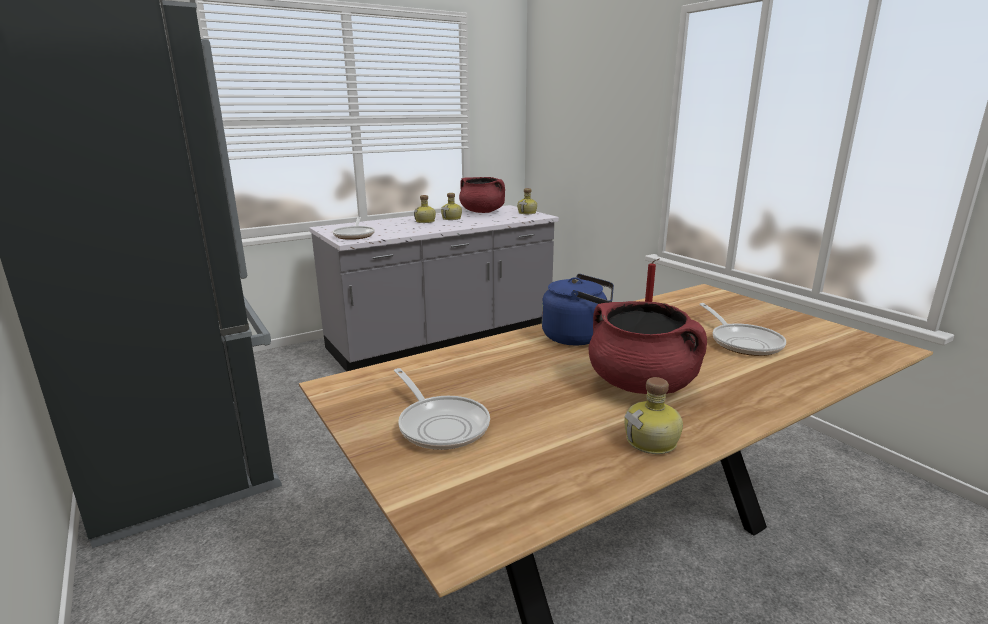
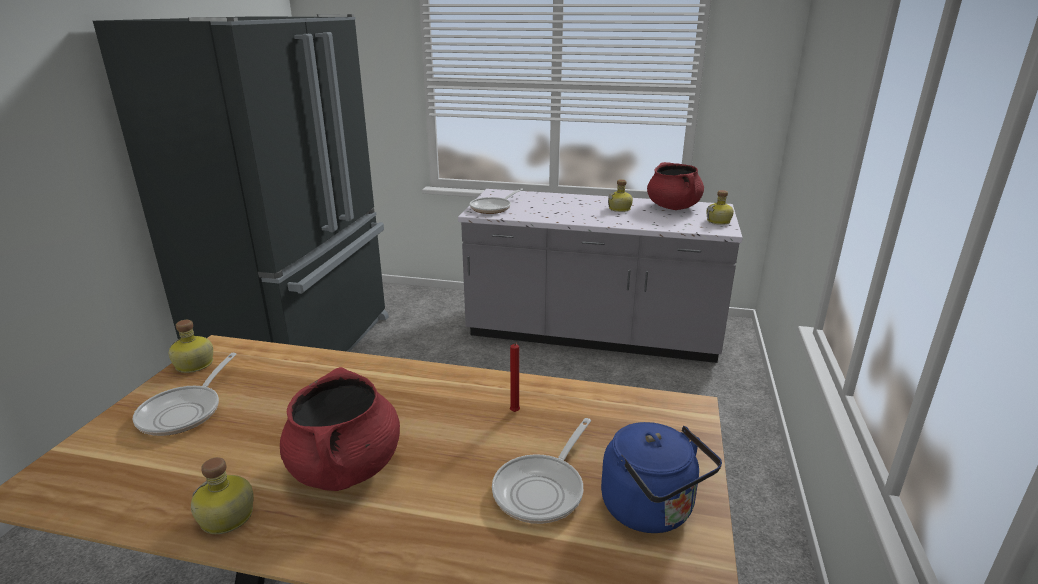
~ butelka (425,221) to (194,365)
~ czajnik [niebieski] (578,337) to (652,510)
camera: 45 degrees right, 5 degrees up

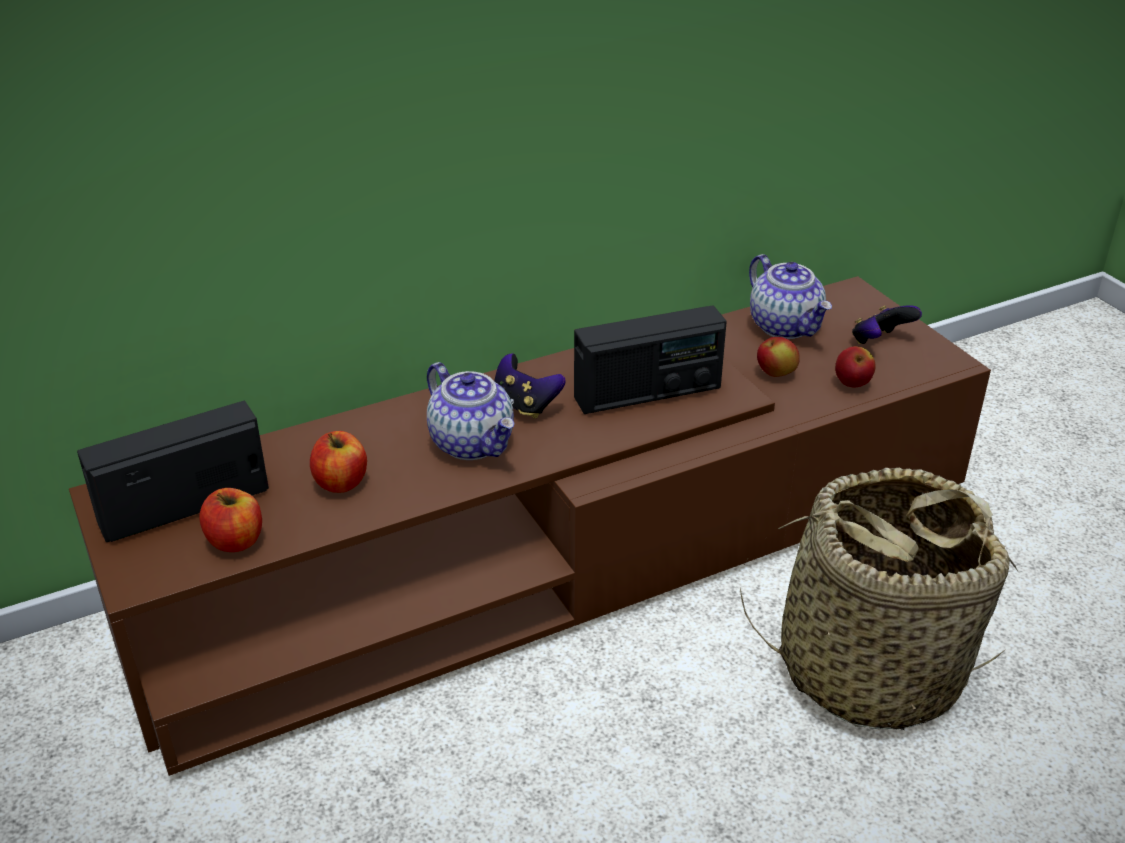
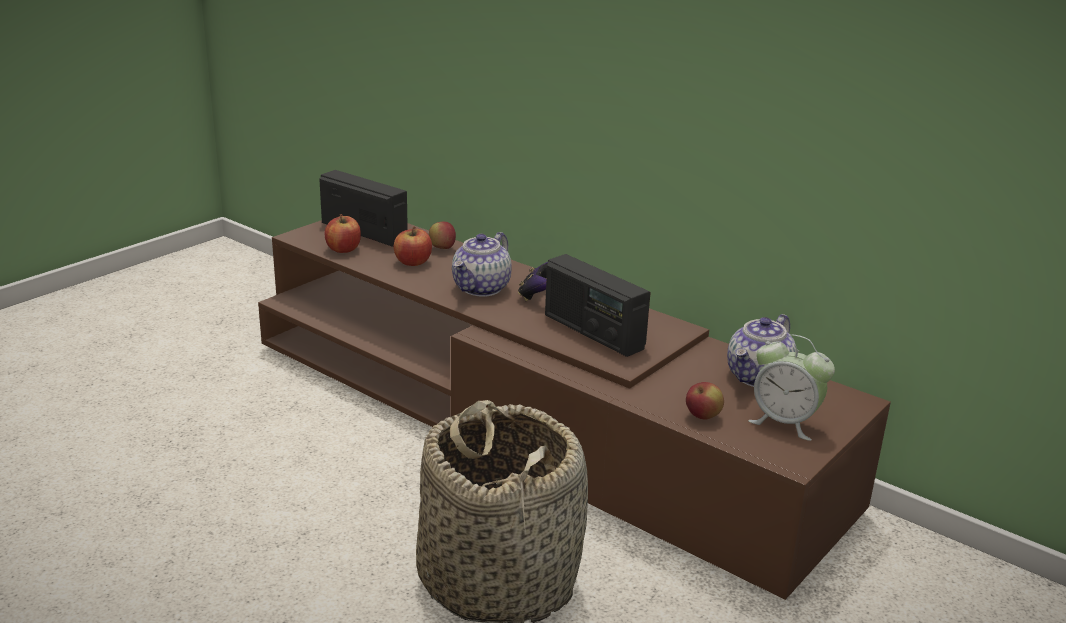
~ jabłko (776,374) to (442,248)
~ pad do gier (879,342) to budzik (784,423)
camera: 65 degrees right, 10 degrees down

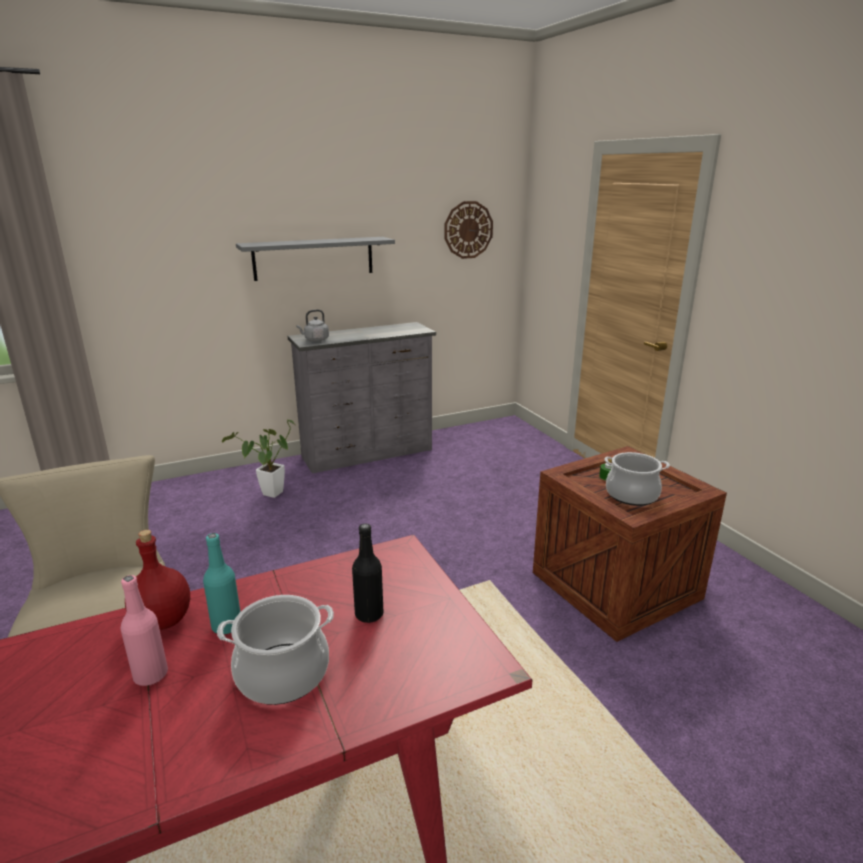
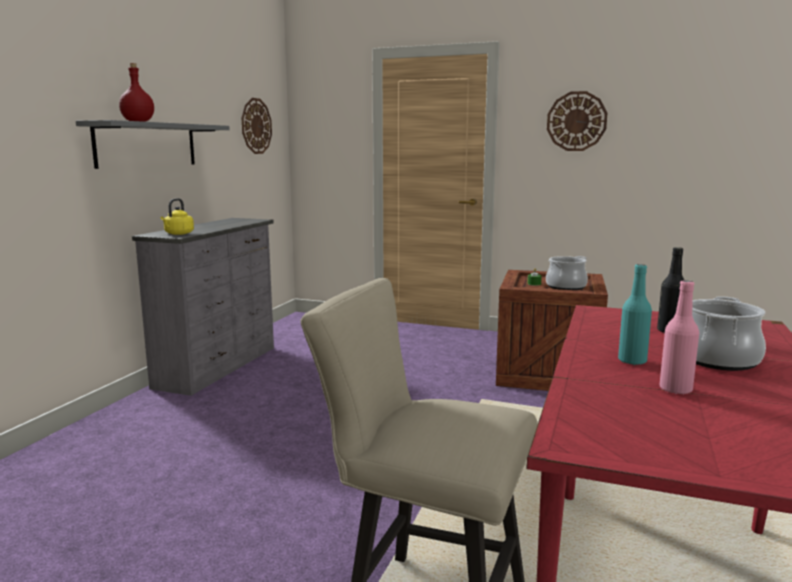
- roślina doniczkowa (269,495)
+ zegar ścienny (576,121)
~ butelka [czerwony] (164,621) to (138,122)
~ czajnik [szary] (315,340) to czajnik [żółty] (178,234)
camera: 45 degrees left, 10 degrees down

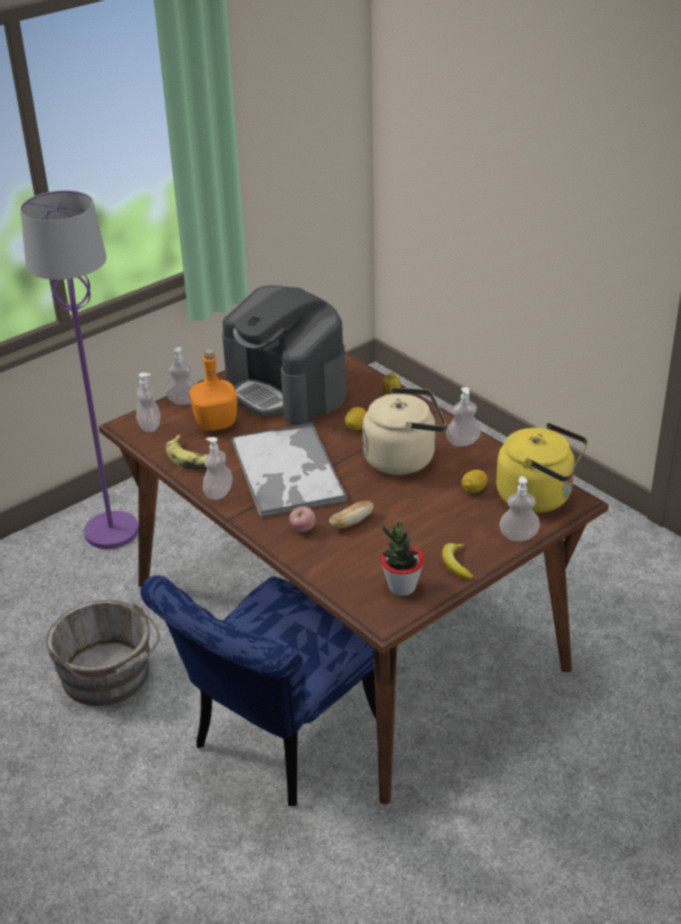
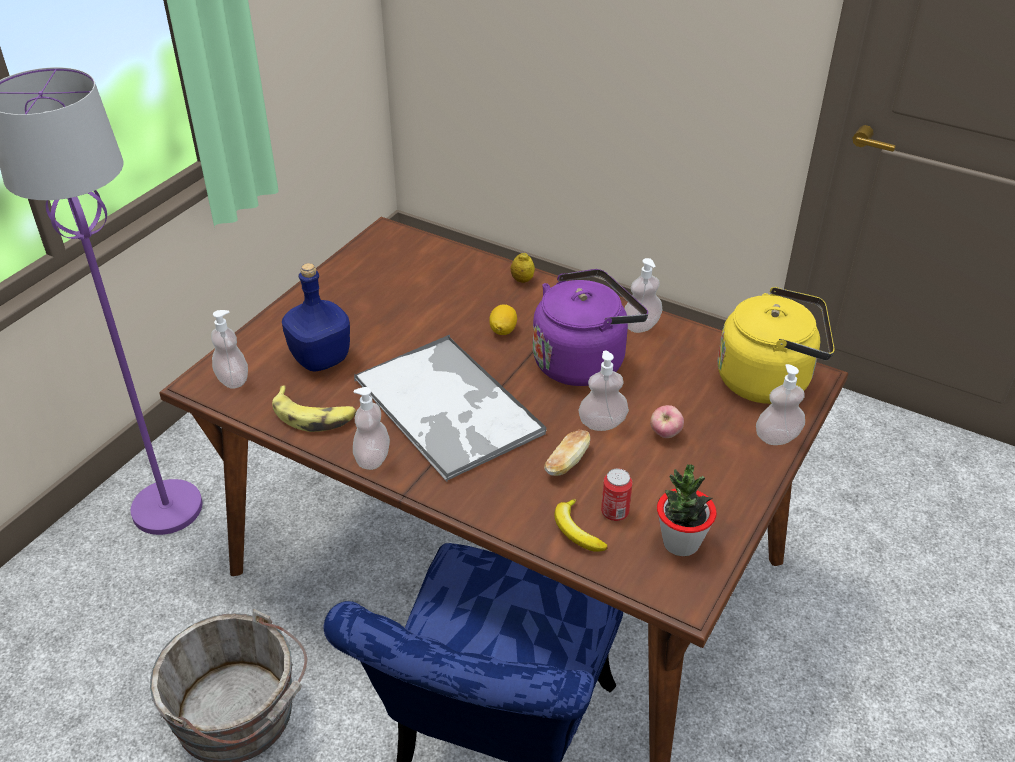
- ekspres do kawy (287,390)
- cytryna (473,490)
+ puszka (615,512)
~ dozownik mydła (183,401) to (602,423)
~ jabłko (303,529) to (665,434)
~ banan (456,564) to (576,531)
~ butelka [pomarańczowy] (216,424) to butelka [niebieski] (321,359)
~ czajnik [beżowy] (404,458) to czajnik [fioletowy] (583,361)
camera: 20 degrees left, 5 degrees up

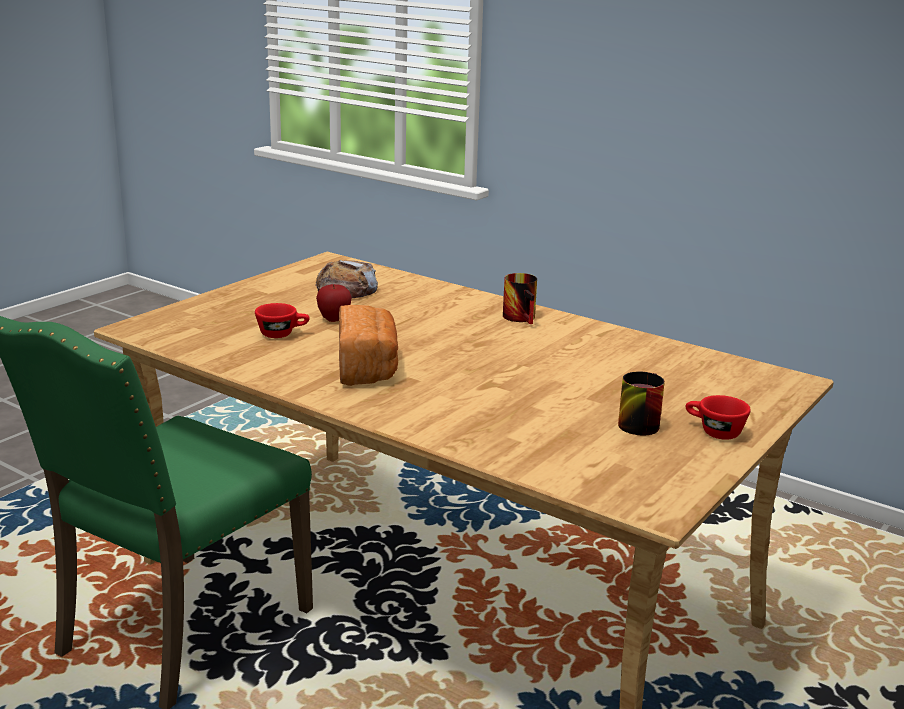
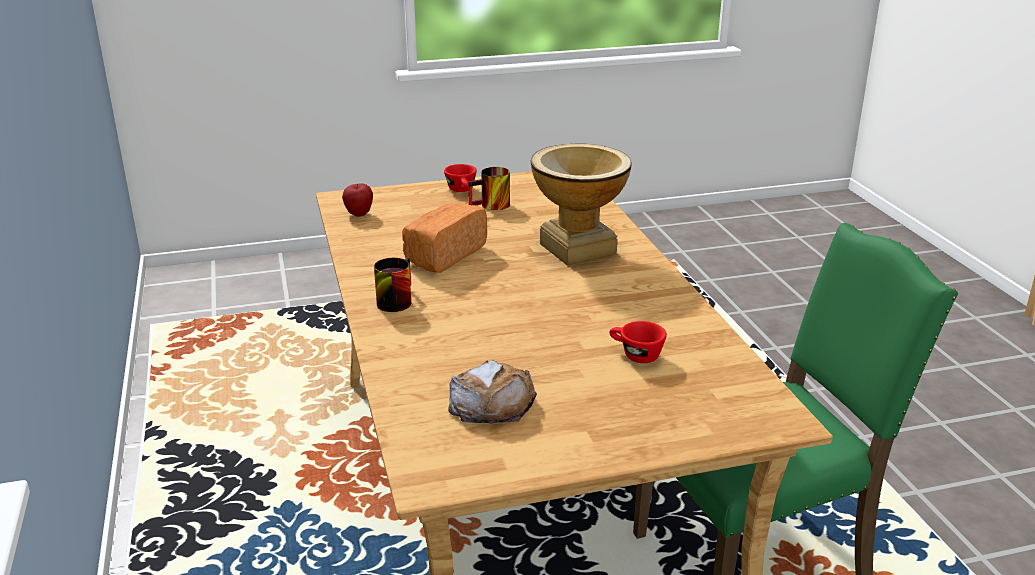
+ wazon (578,249)
~ jabłko (334,319) to (359,214)
~ chleb (368,368) to (443,255)
camera: 140 degrees left, 5 degrees up

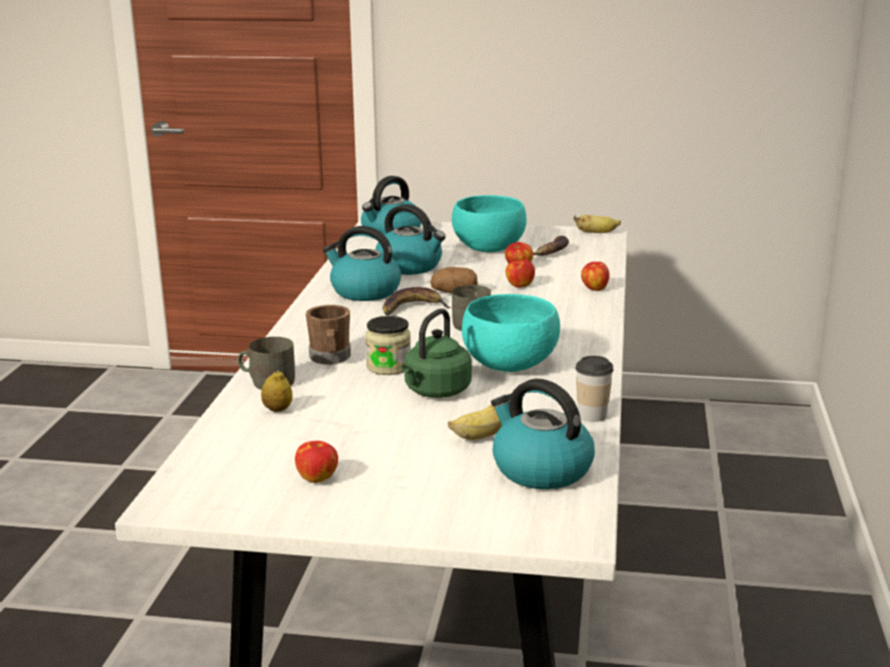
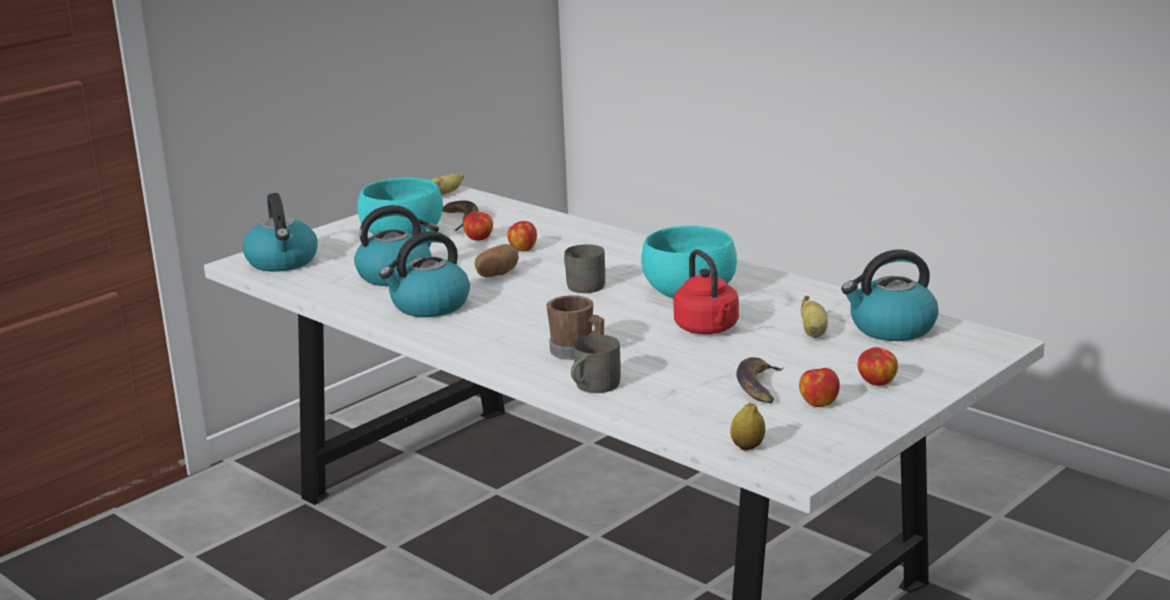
- słoik (388,366)
- filiżanka (592,415)
~ cytryna (277,410) to (747,447)
~ banan (413,308) to (758,386)
~ jabłko (594,288) to (877,383)
~ czajnik [zielony] (435,391) to czajnik [czerwony] (708,329)
camera: 55 degrees left, 0 degrees up

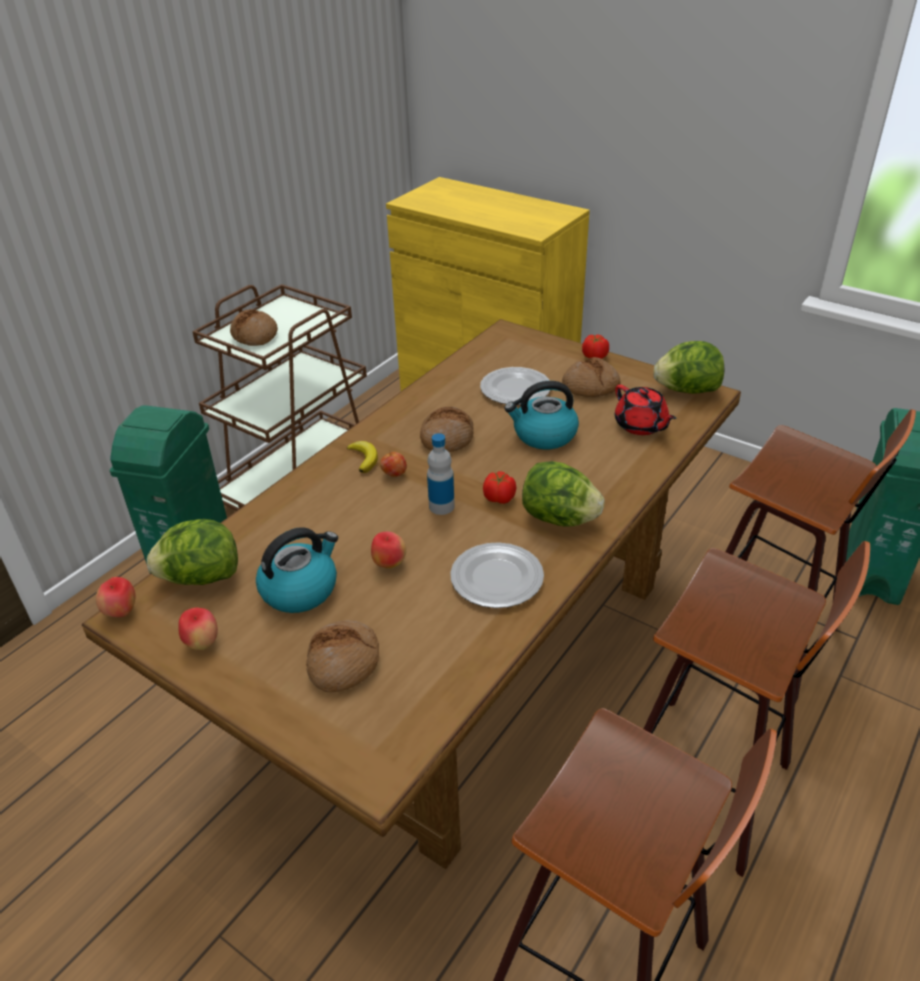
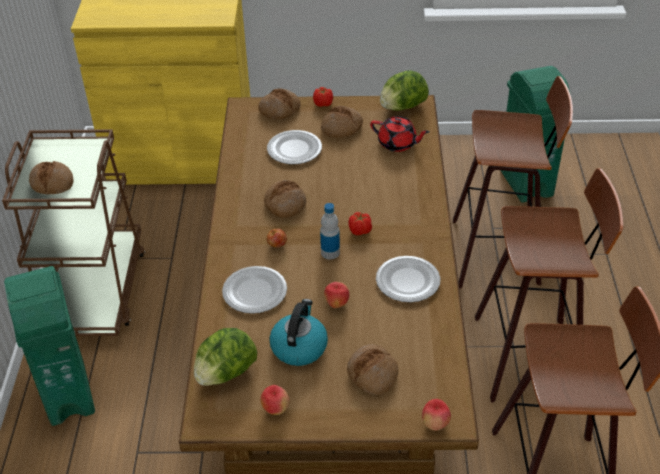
- banan (364,458)
- czajnik (543,435)
- sałata (559,519)
+ talerz (254,292)
+ chleb (279,109)
~ jabłko (121,612) to (435,424)
camera: 35 degrees left, 5 degrees up

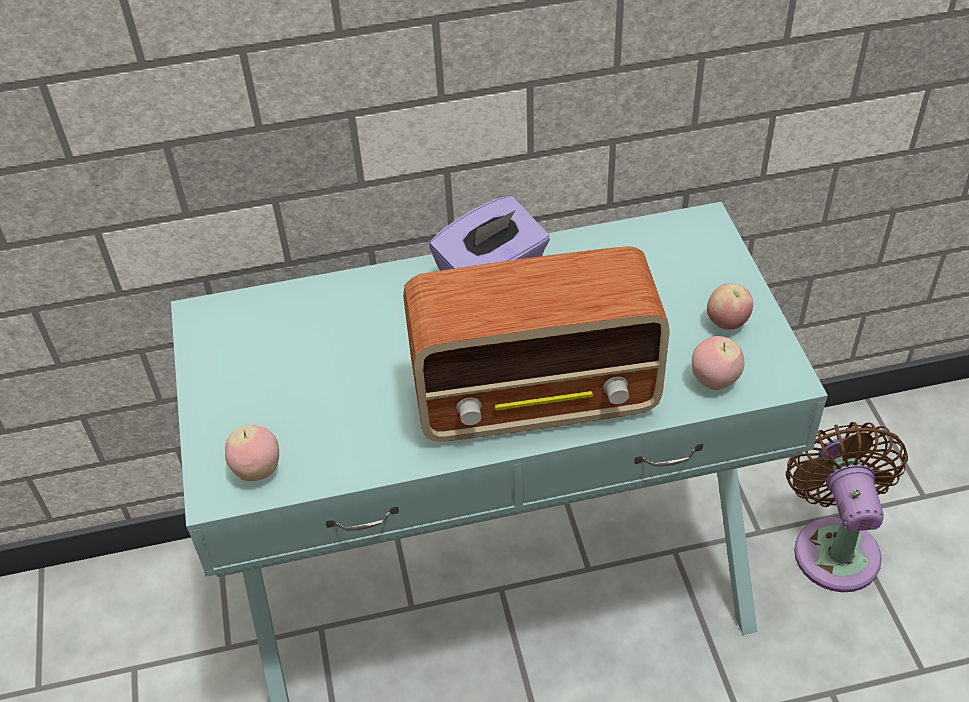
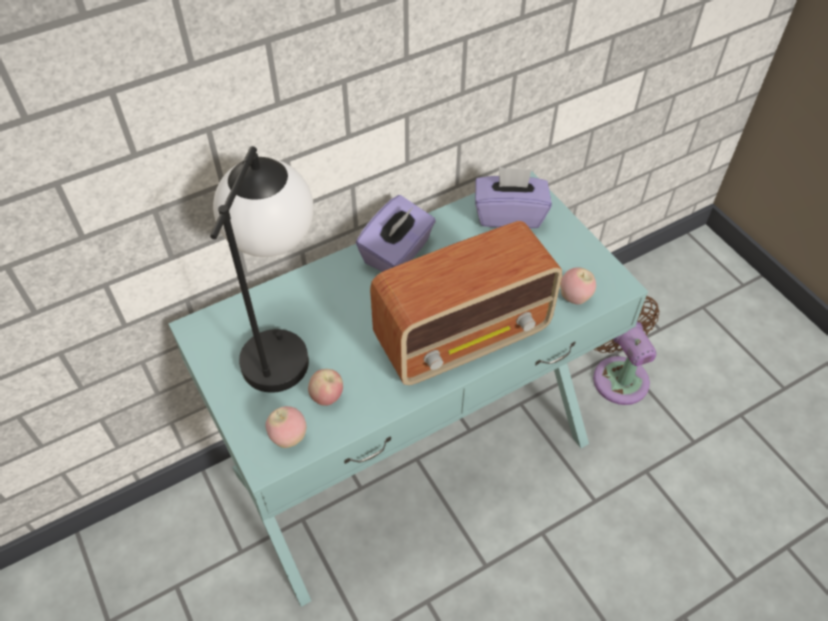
+ lampa stołowa (282,340)
+ pudełko chusteczek [fioletowy] (509,214)
~ jabłko (727,323) to (327,396)
camera: 20 degrees left, 5 degrees up

